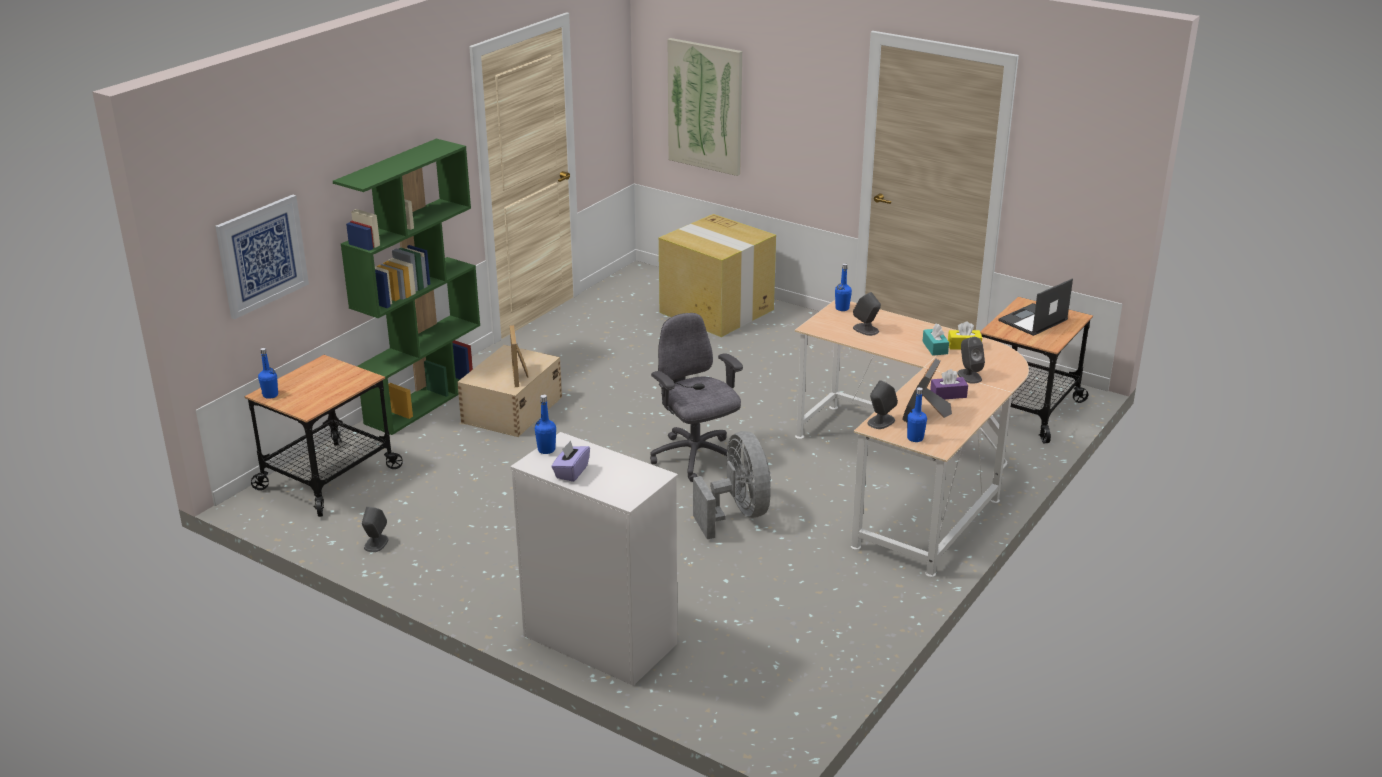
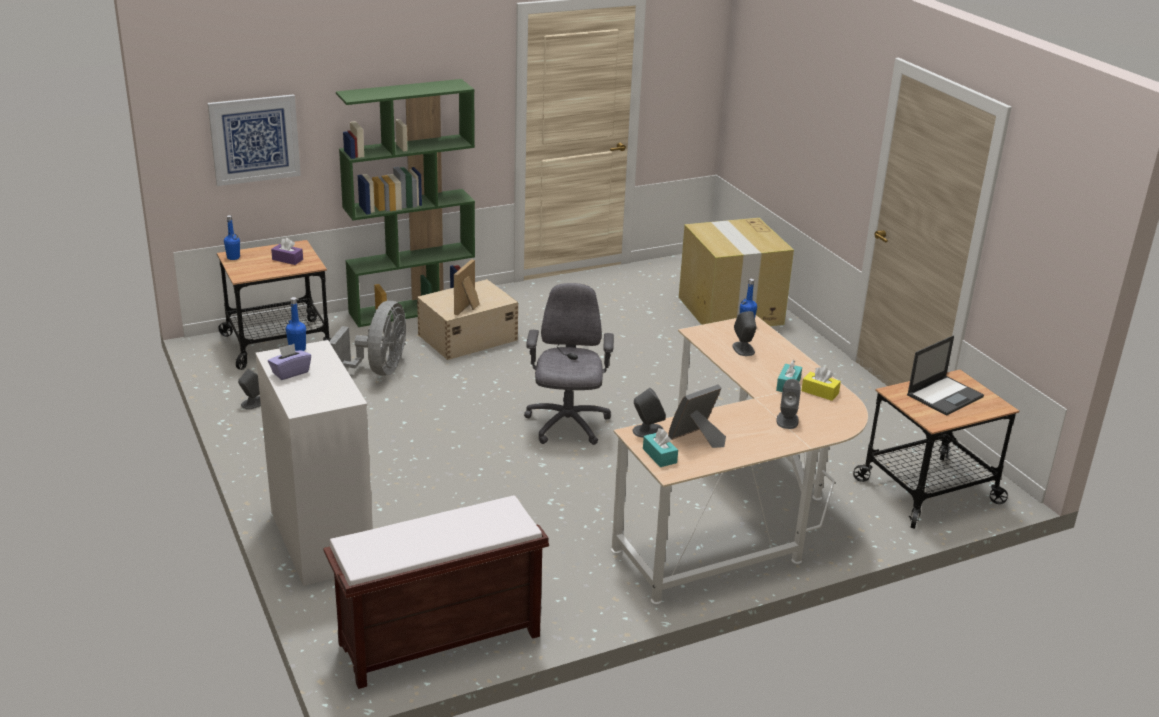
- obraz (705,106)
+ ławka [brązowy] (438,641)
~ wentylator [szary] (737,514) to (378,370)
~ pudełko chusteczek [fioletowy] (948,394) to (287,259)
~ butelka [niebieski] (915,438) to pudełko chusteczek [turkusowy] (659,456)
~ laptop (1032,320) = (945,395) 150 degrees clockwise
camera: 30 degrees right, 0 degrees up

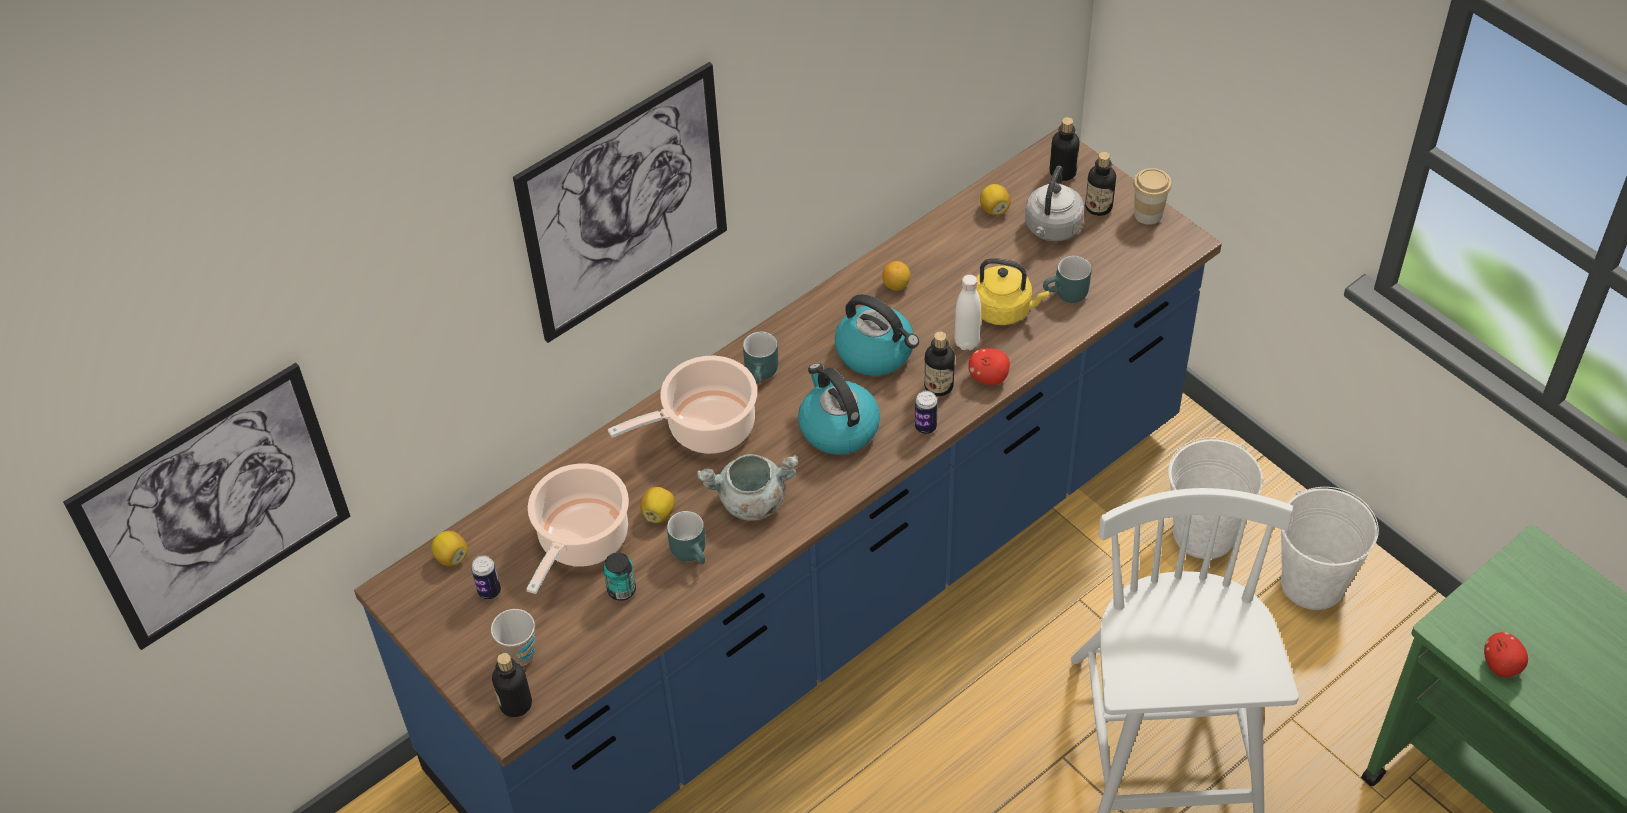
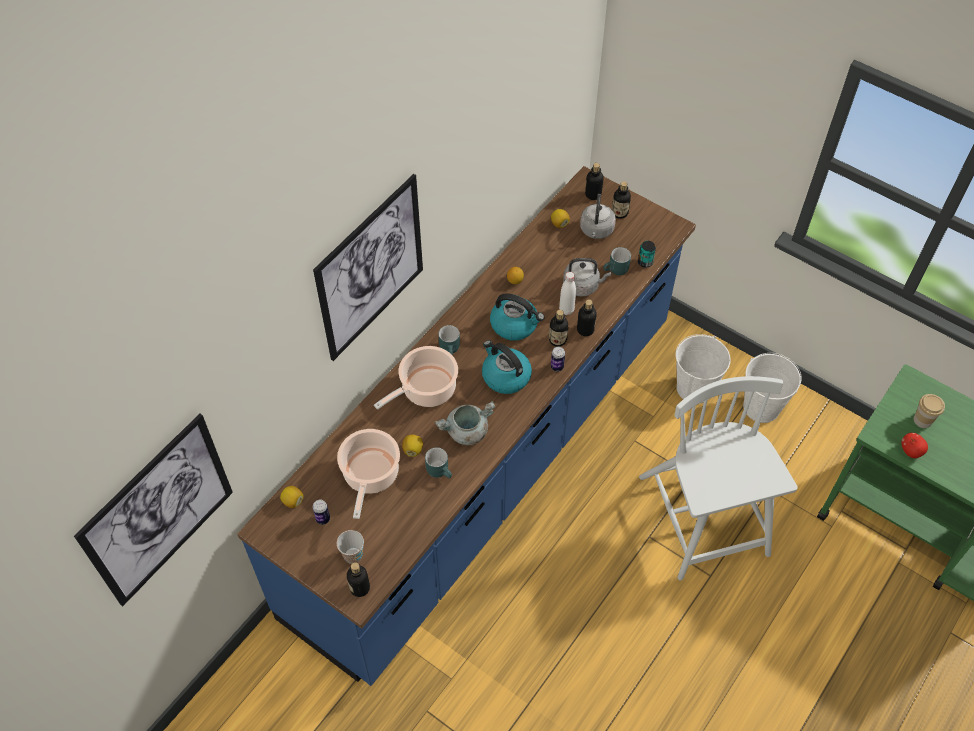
~ puszka (621,590) to (645,262)
~ filiżanka (1148,214) to (922,420)
~ jabłko (989,377) to butelka (585,329)
~ czajnik [żółty] (1004,309) to czajnik [szary] (583,286)
camera: 15 degrees left, 5 degrees up

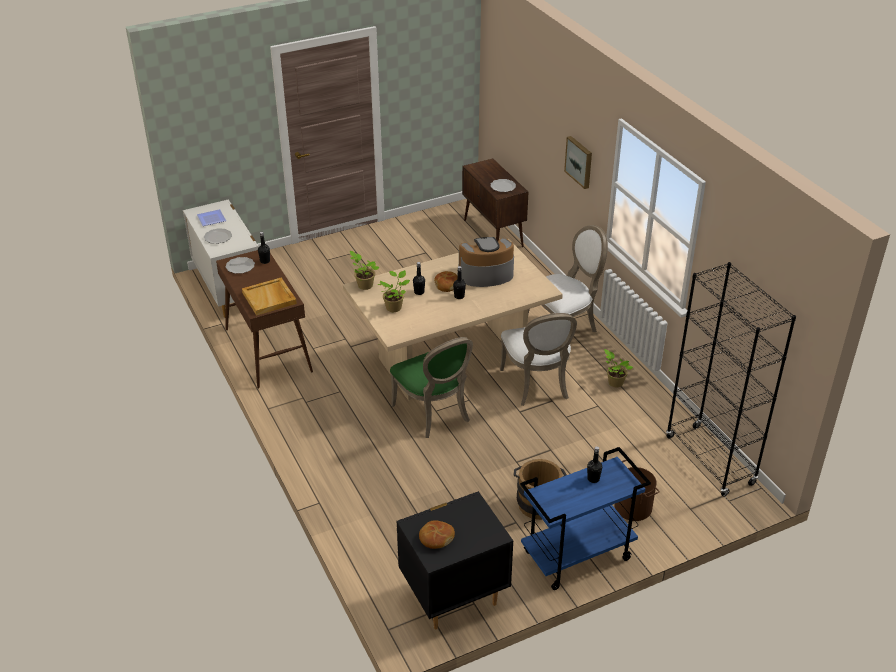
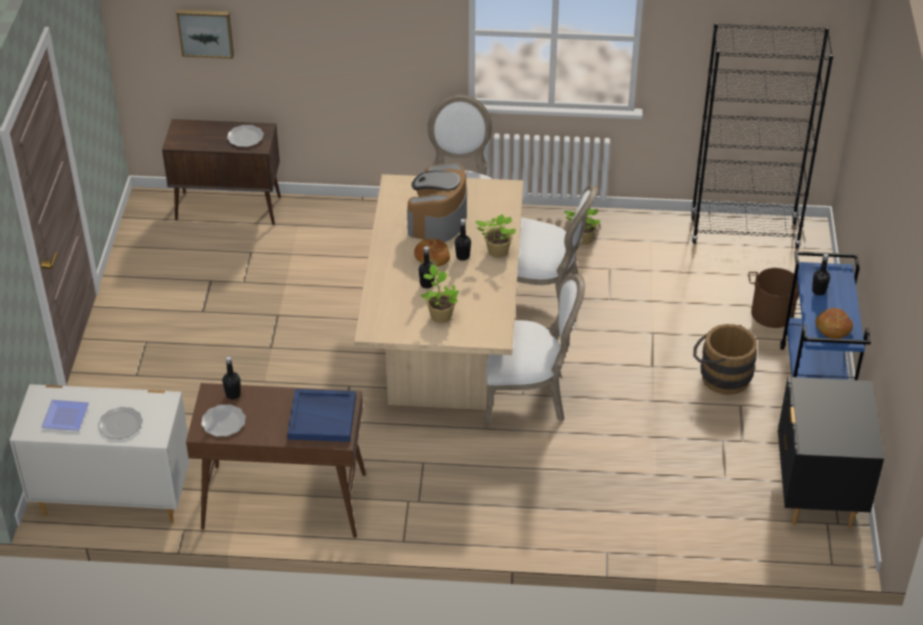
~ roślina doniczkowa (364,285) to (496,252)
~ chleb (436,538) to (833,328)
~ obraz (579,161) to (206,32)
~ taca [beżowy] (270,298) to taca [niebieski] (323,417)
~ krzesło [zielony] (434,414) to krzesło [biały] (527,397)
camera: 60 degrees left, 5 degrees up

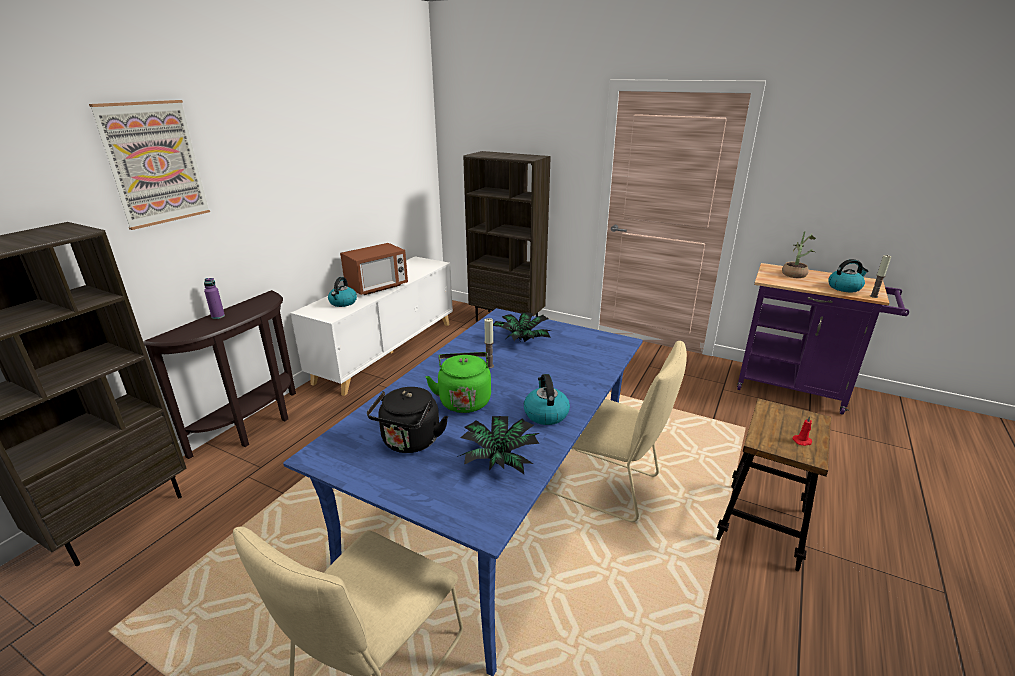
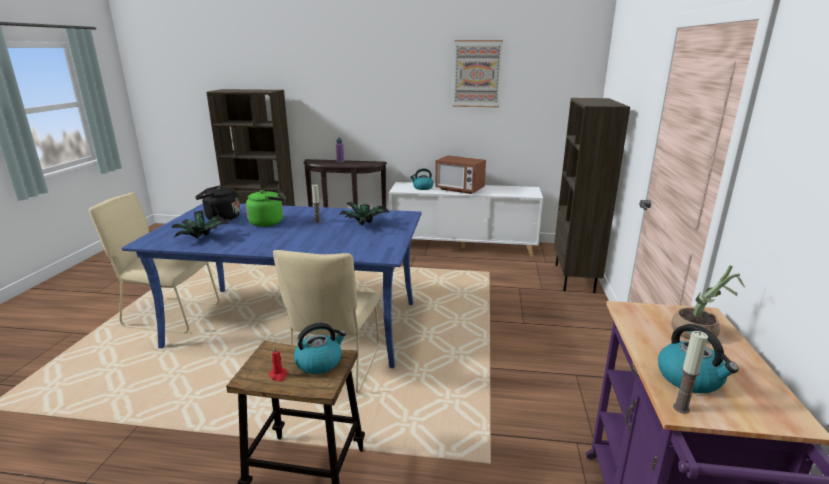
~ obraz (154,163) to (477,74)
~ czajnik (545,414) to (319,362)
camera: 70 degrees right, 5 degrees down

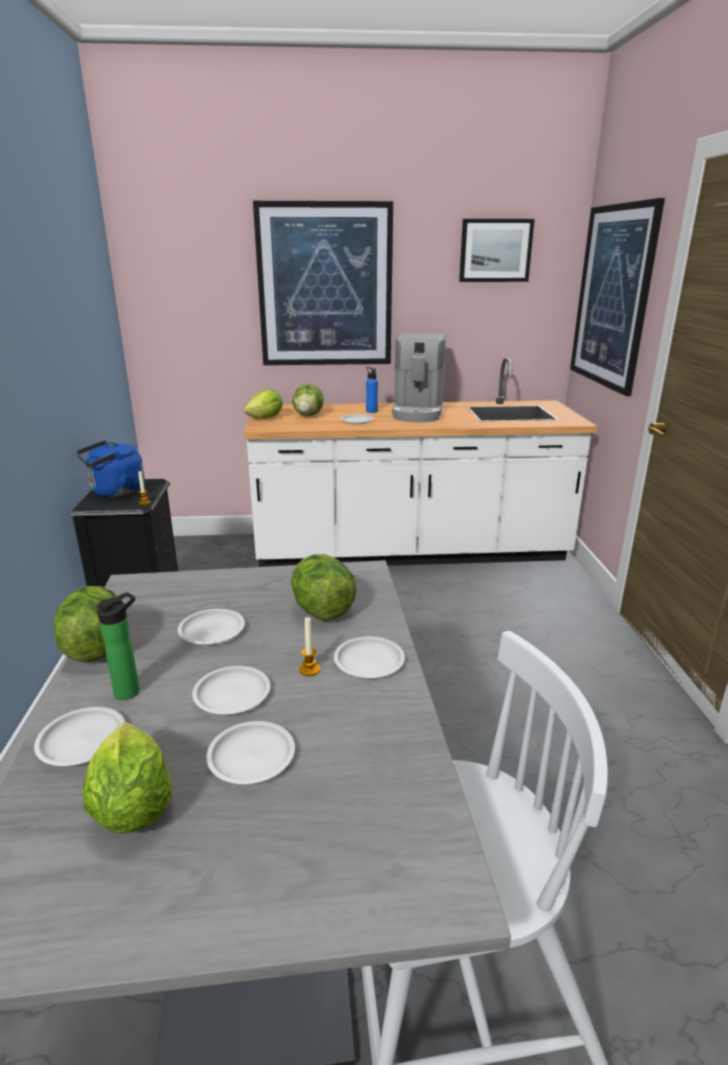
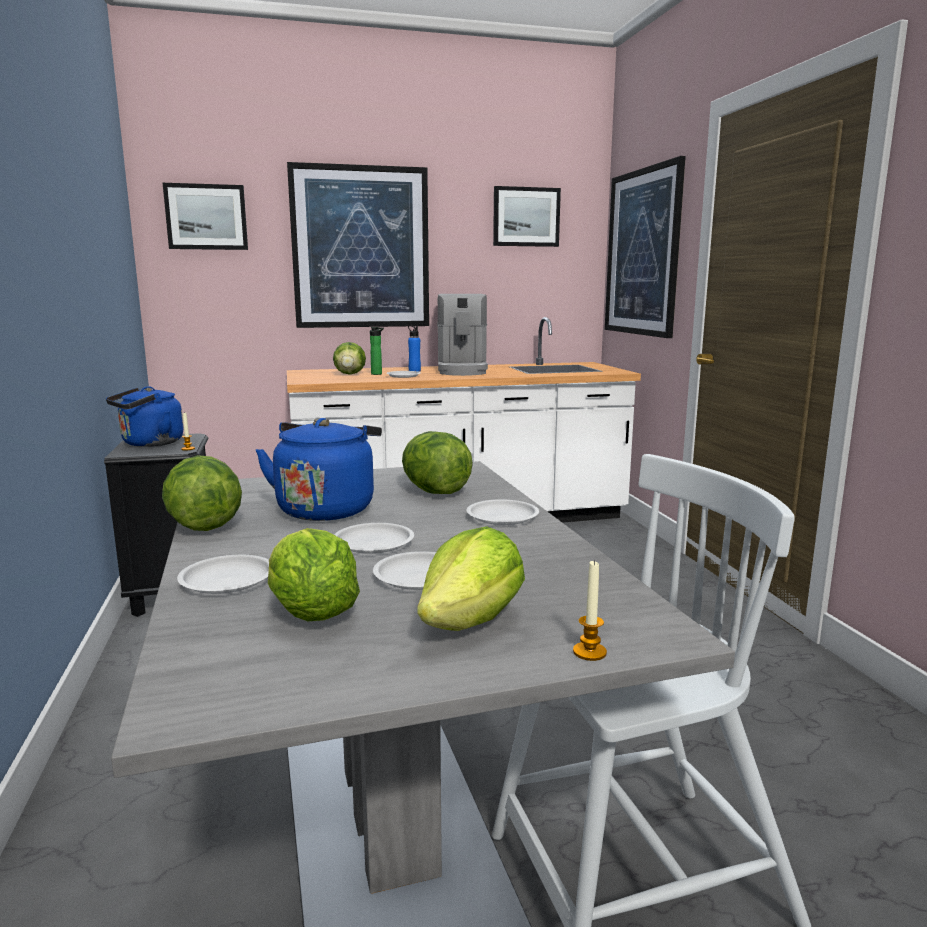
+ obraz (206,217)
~ butelka (131,690) to (377,374)
~ sałata (265,418) to (472,622)
~ świeca (309,669) to (589,652)
~ talerz [biały] (212,631) to czajnik [niebieski] (327,508)
camera: 10 degrees left, 10 degrees down

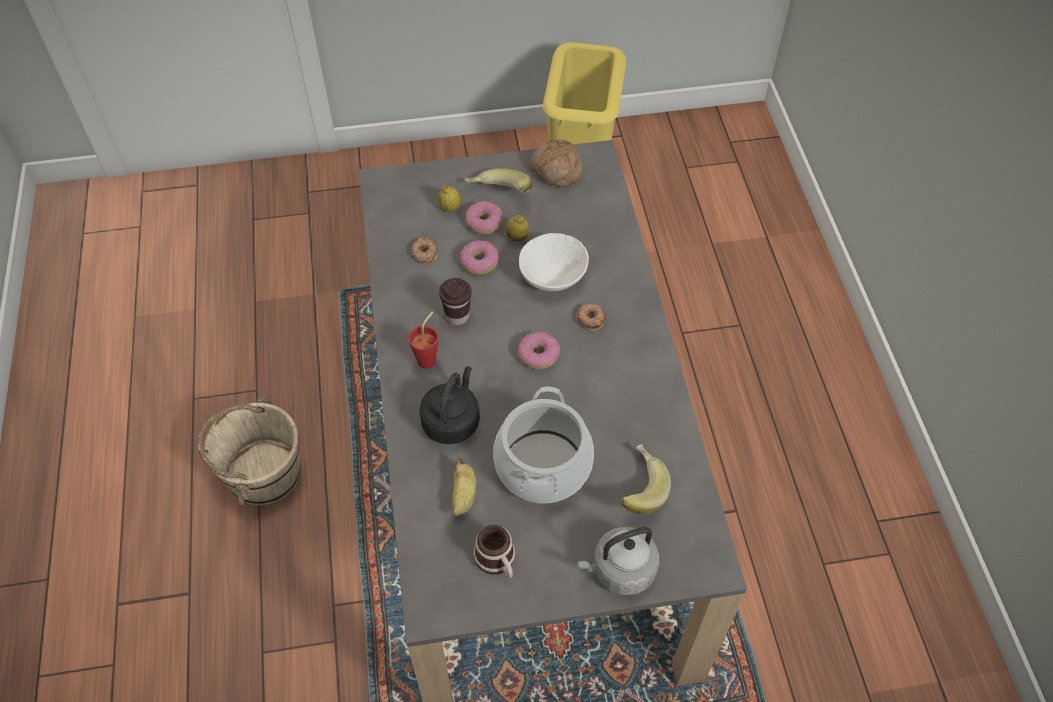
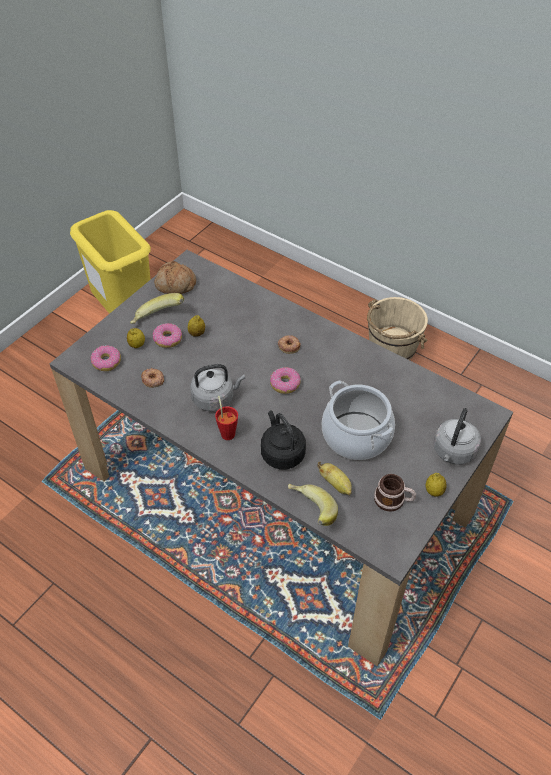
- miska [biały] (554,276)
+ cytryna (434,491)
~ wiadro [beżowy] (263,473) to (391,347)
~ donut (479,262) to (106,362)
~ banan (637,488) to (309,512)
~ filiżanka [brązowy] (457,316) to czajnik [szary] (215,398)
camera: 45 degrees left, 5 degrees down

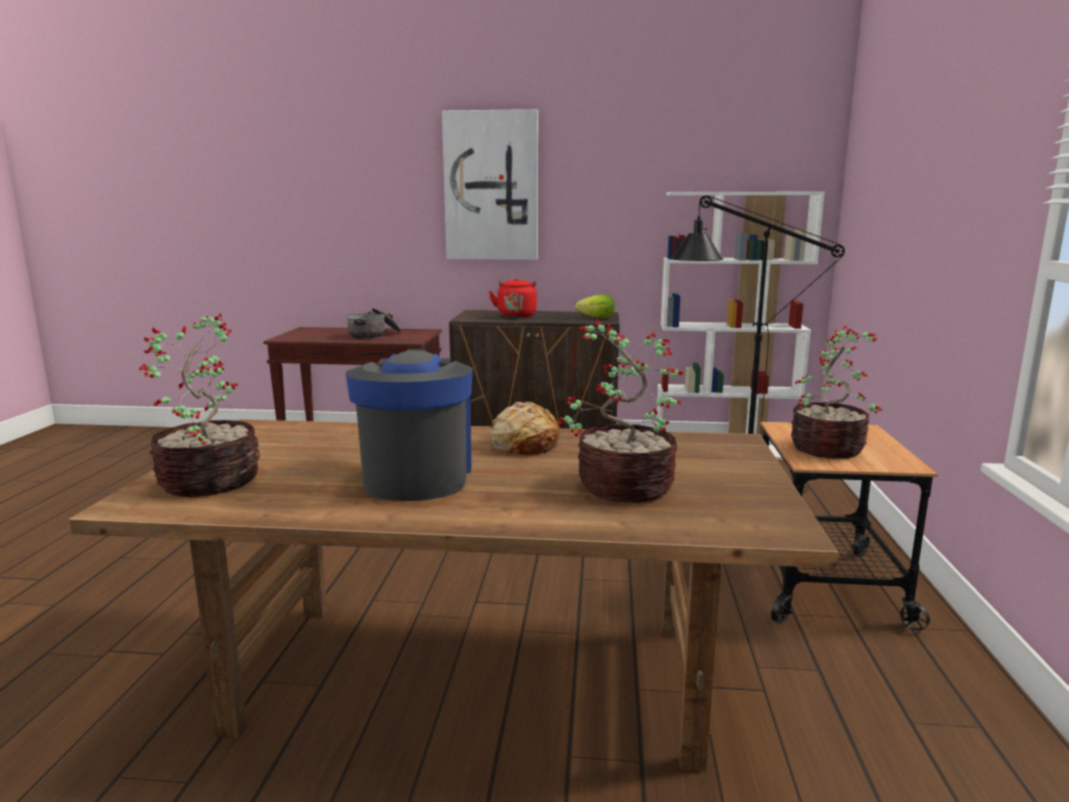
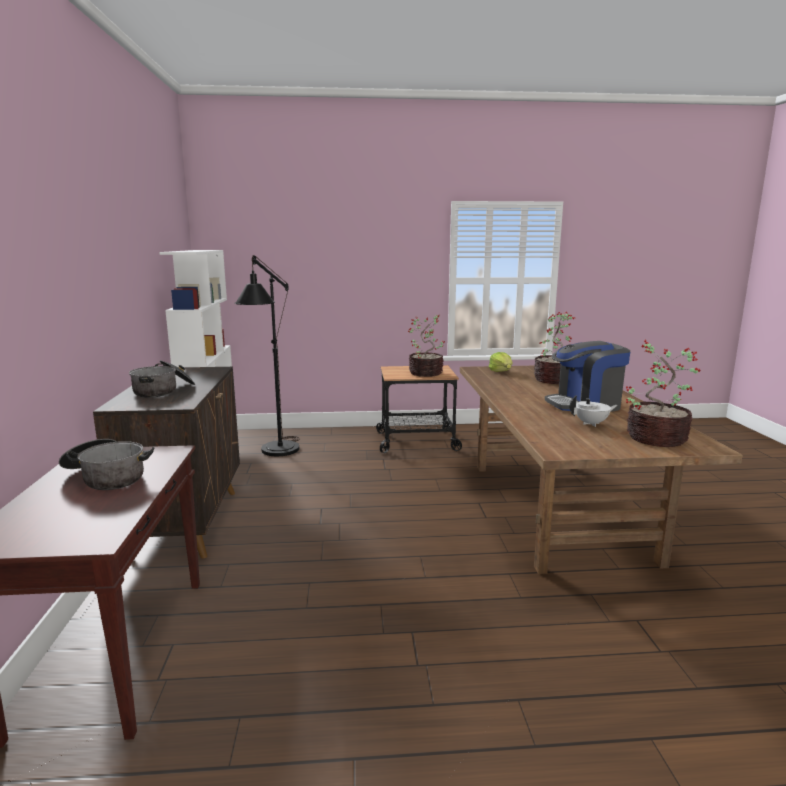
- obraz (491,186)
- chleb (524,444)
+ imbryk [biały] (591,424)
~ sałata (596,318) to (501,371)
~ czajnik [czerwony] (516,315) to garnek (164,390)
camera: 100 degrees left, 0 degrees up

